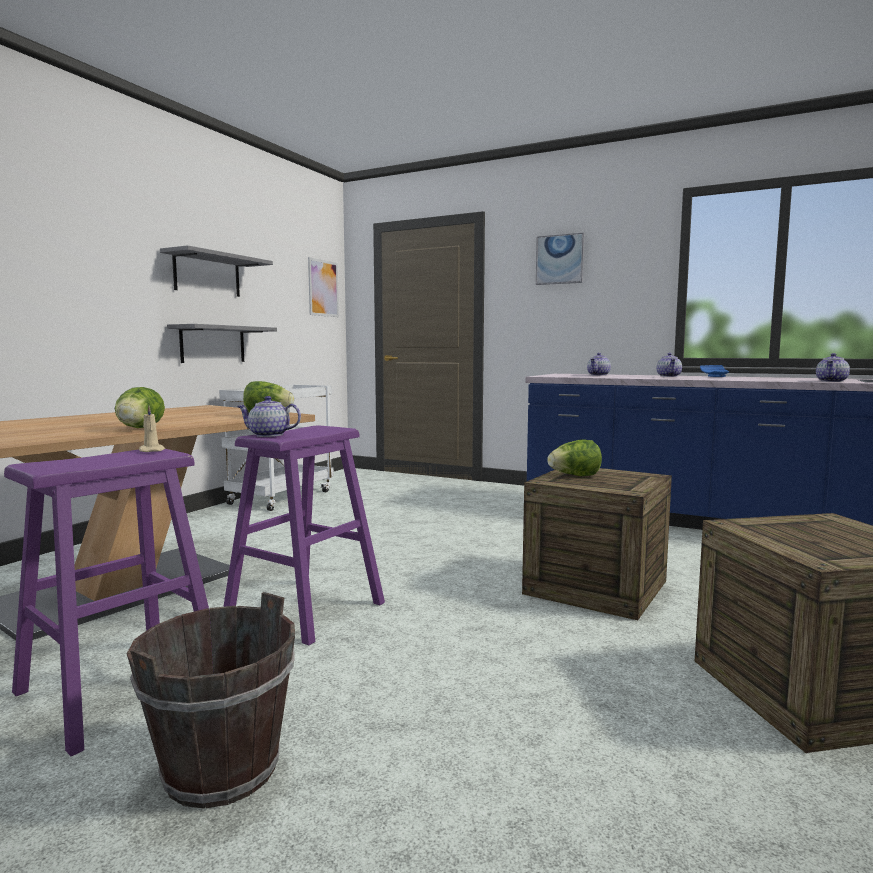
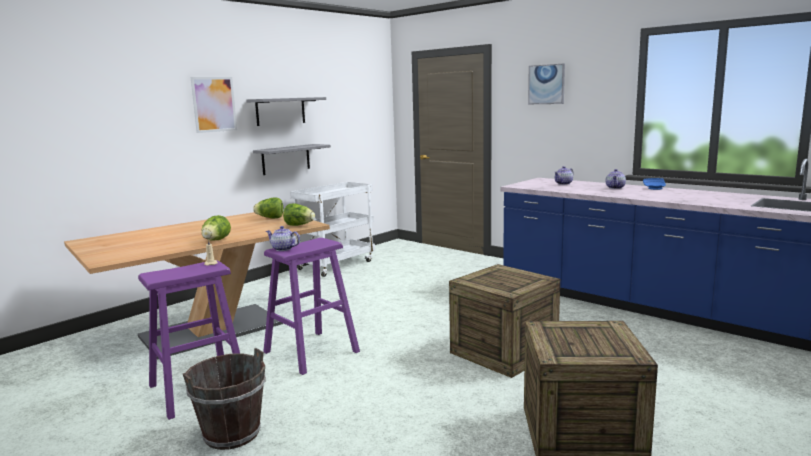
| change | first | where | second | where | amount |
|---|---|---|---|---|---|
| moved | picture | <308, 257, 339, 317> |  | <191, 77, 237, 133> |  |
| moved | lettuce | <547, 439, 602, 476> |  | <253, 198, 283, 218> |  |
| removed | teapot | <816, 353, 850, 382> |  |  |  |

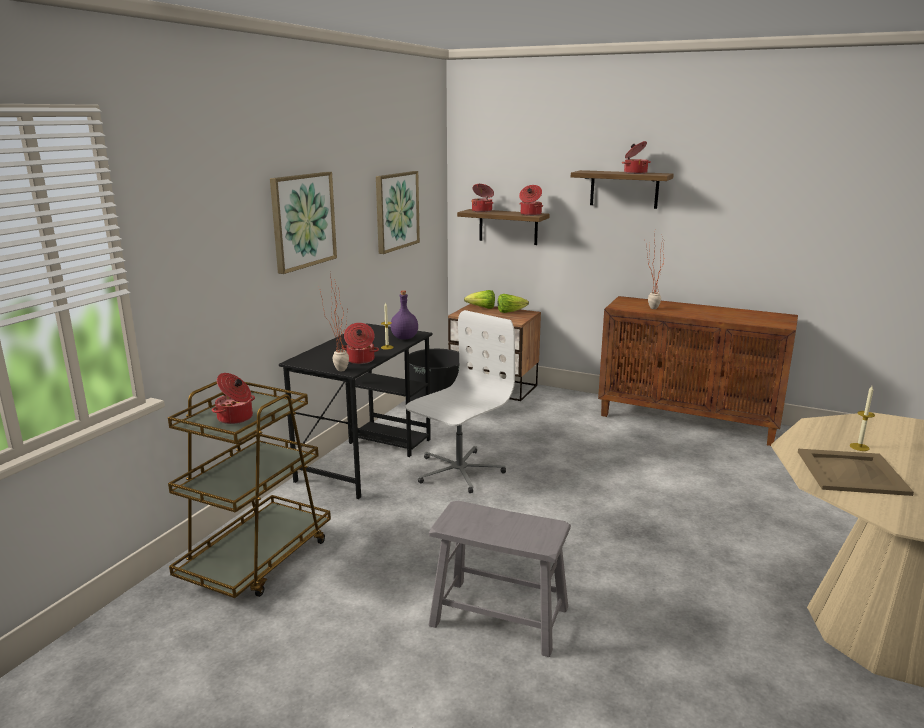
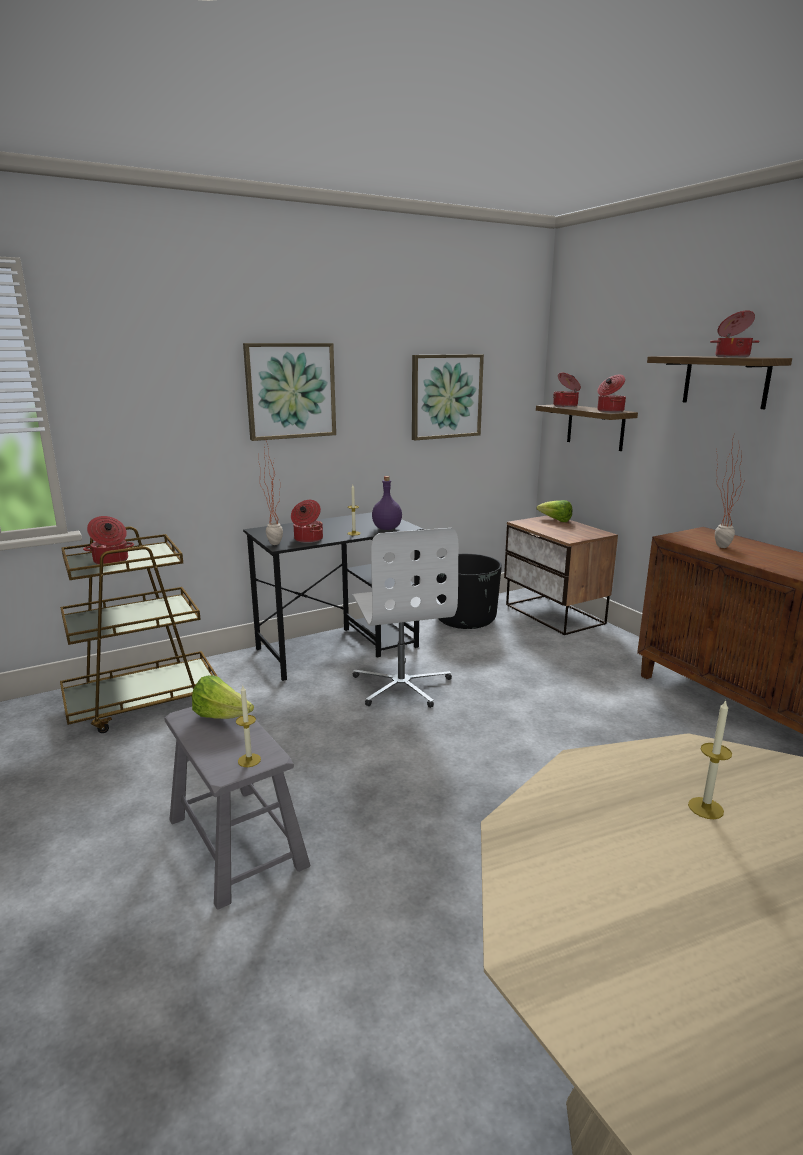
| change | first | where | second | where | amount |
|---|---|---|---|---|---|
| moved | lettuce | <498, 294, 529, 313> |  | <192, 675, 254, 719> |  |
| added |  |  | candle | <236, 686, 261, 767> |  |
| turned | white office chair | <406, 310, 515, 493> |  | <353, 528, 458, 708> | 90 degrees clockwise |
| removed | beige tray | <798, 449, 914, 496> |  |  |  |

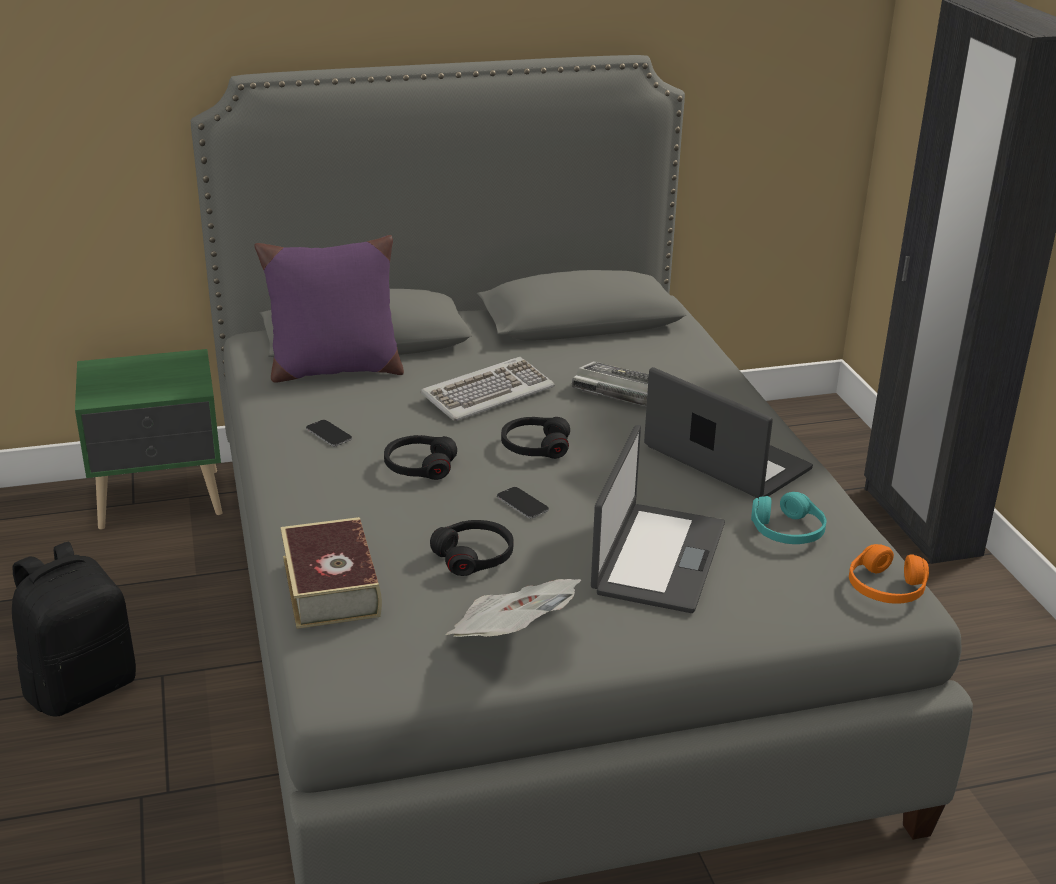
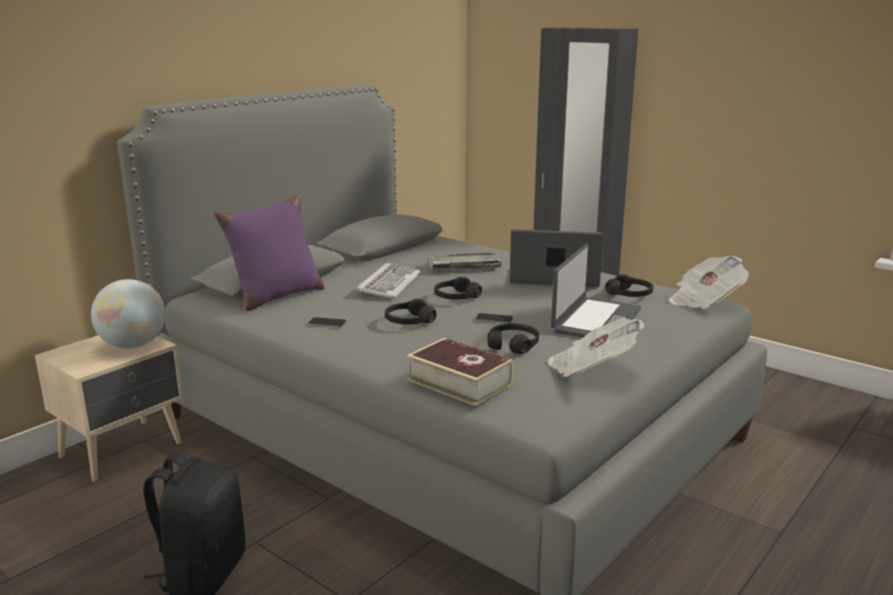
| change | first | where | second | where | amount |
|---|---|---|---|---|---|
| recoloured | green nightstand | <75, 349, 223, 529> | beige nightstand | <35, 335, 183, 482> |  |
| added |  |  | globe | <91, 279, 165, 349> |  |
| turned | laptop | <591, 425, 725, 613> |  | <551, 244, 641, 337> | 45 degrees clockwise |
| recoloured | turquoise headphones | <751, 492, 827, 544> | black headphones | <605, 274, 653, 297> |  |
| replaced | orange headphones | <849, 544, 929, 604> | newspaper | <669, 256, 749, 309> |  |

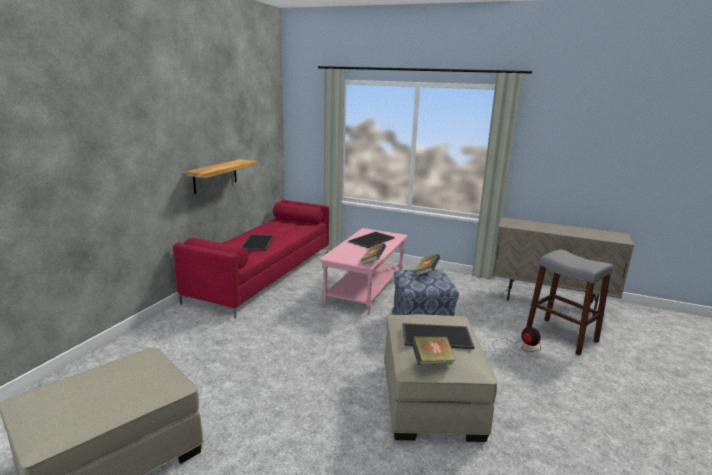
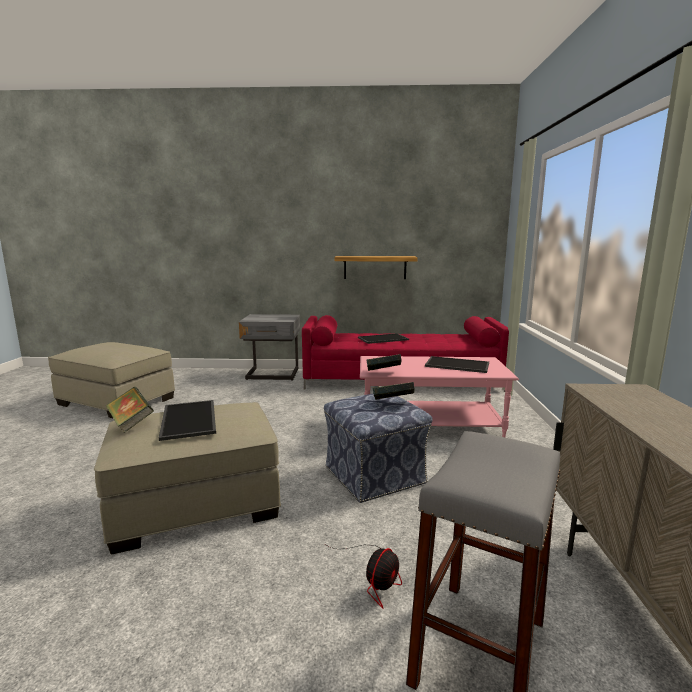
| change | first | where | second | where | amount |
|---|---|---|---|---|---|
| added |  |  | grey nightstand | <239, 314, 300, 381> |  |

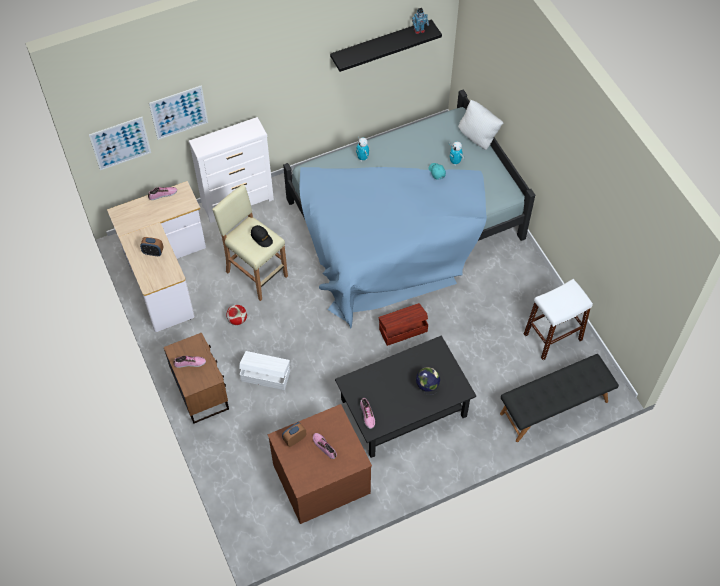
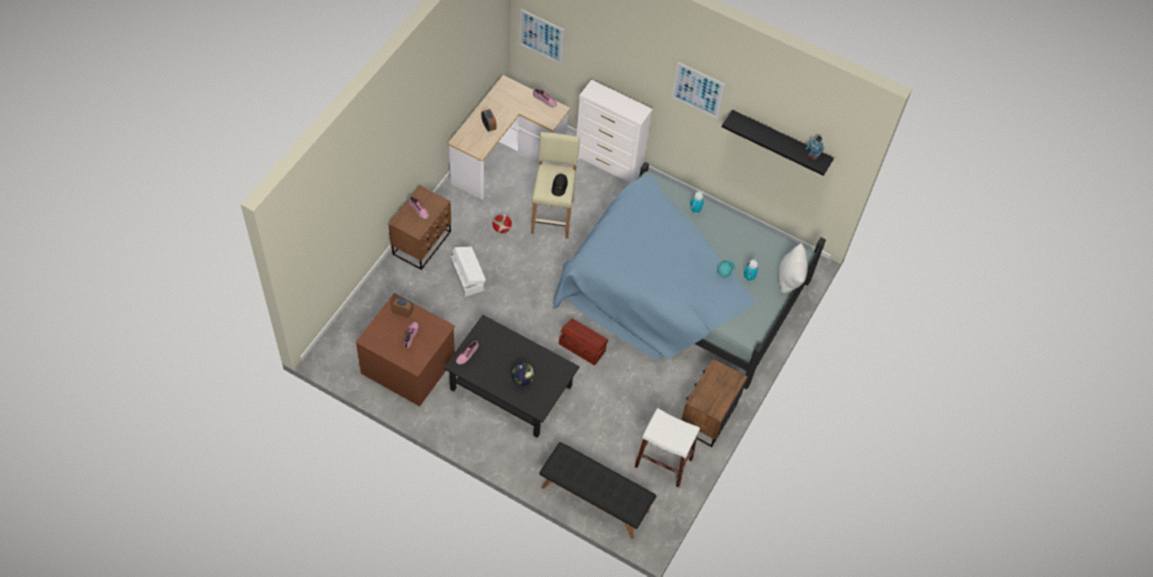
| change | first | where | second | where | amount |
|---|---|---|---|---|---|
| moved | picture | <149, 85, 208, 140> |  | <672, 62, 725, 119> |  |
| added |  |  | brown nightstand | <681, 359, 748, 447> |  |

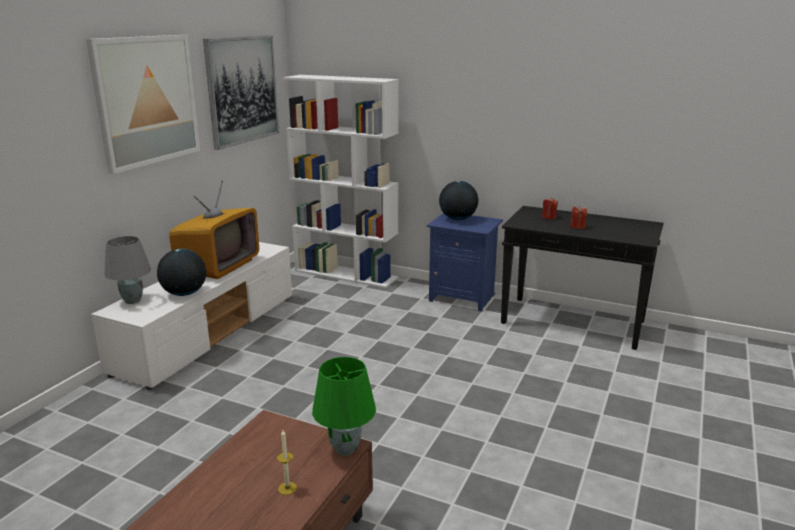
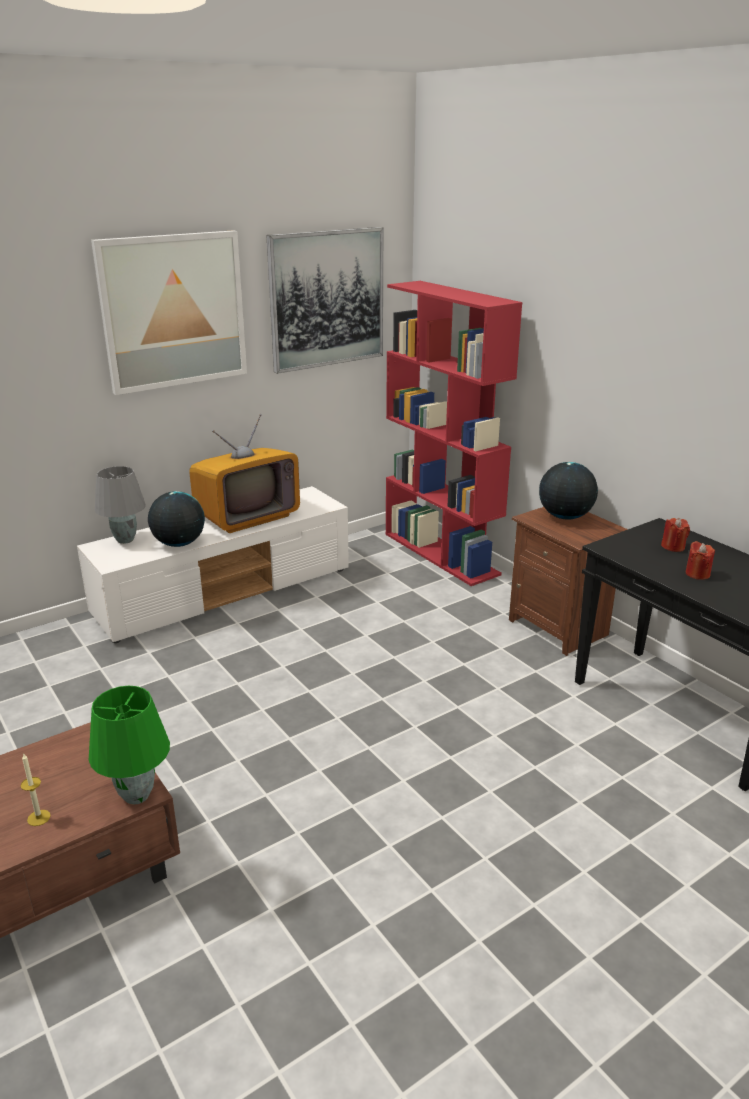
| change | first | where | second | where | amount |
|---|---|---|---|---|---|
| recoloured | white bookcase | <283, 75, 399, 288> | red bookcase | <386, 281, 522, 586> |  |
| recoloured | blue nightstand | <427, 213, 503, 311> | brown nightstand | <509, 507, 628, 656> |  |

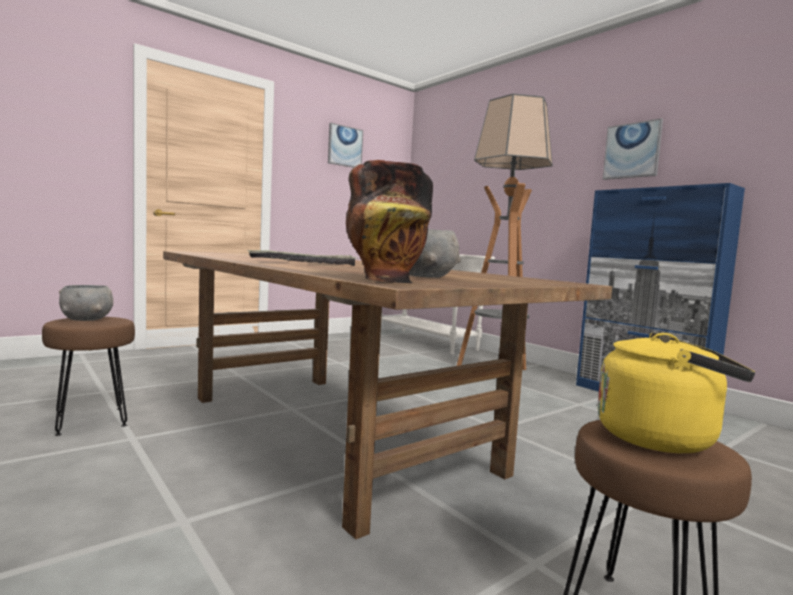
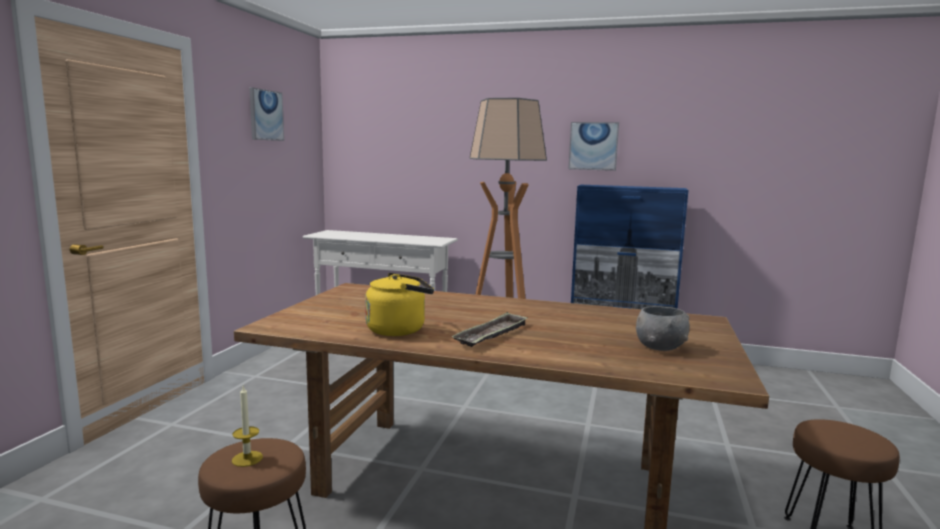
| change | first | where | second | where | amount |
|---|---|---|---|---|---|
| replaced | grey bowl | <59, 285, 113, 321> | candle | <232, 386, 263, 467> |  |
| moved | yellow kettle | <598, 332, 755, 453> |  | <365, 273, 434, 336> |  |
| removed | vase | <346, 160, 433, 283> |  |  |  |

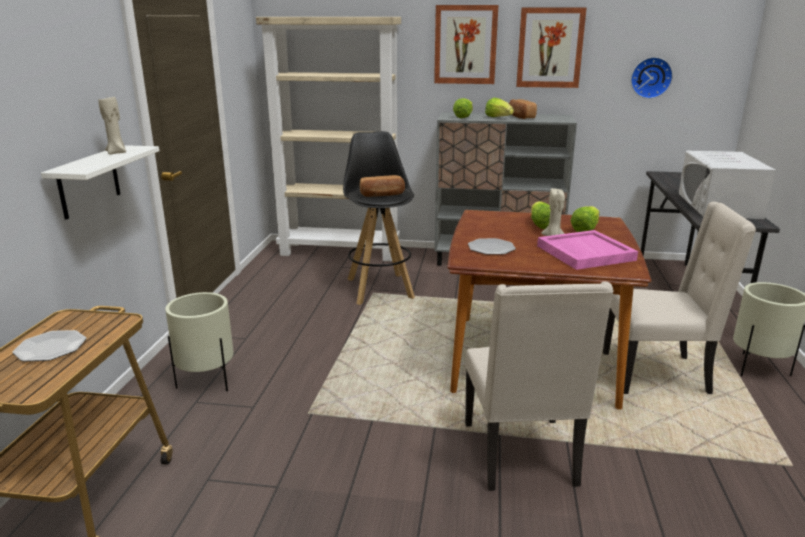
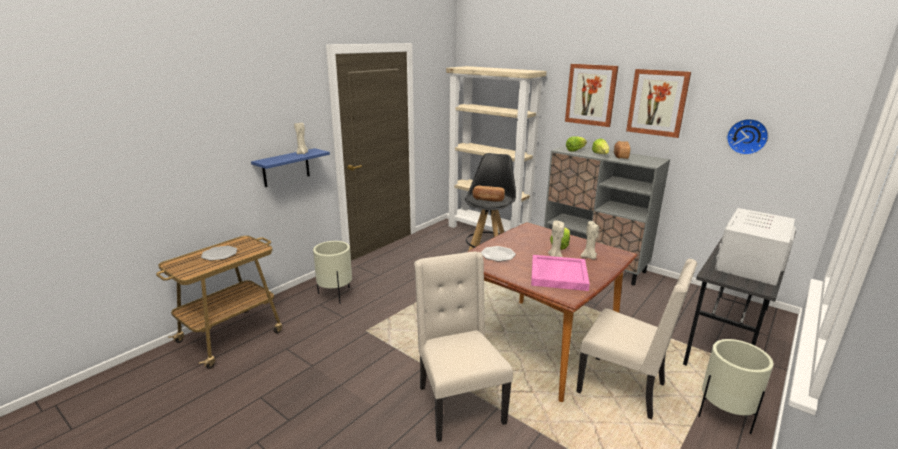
| change | first | where | second | where | amount |
|---|---|---|---|---|---|
| recoloured | white shelf | <41, 145, 159, 220> | blue shelf | <251, 148, 330, 187> |  |
| turned | beige chair | <465, 282, 614, 491> |  | <414, 252, 513, 442> | 135 degrees clockwise |
| replaced | lettuce | <571, 206, 600, 232> | beige candle | <581, 221, 599, 259> |  |

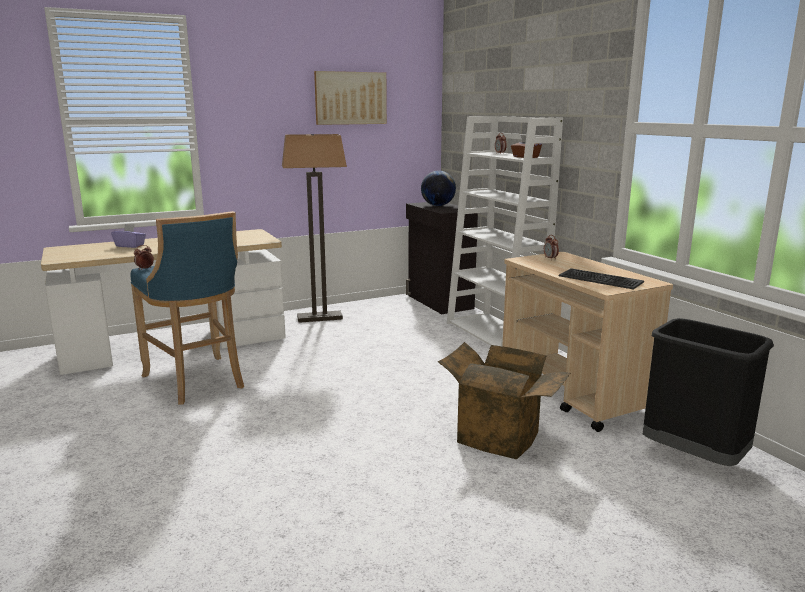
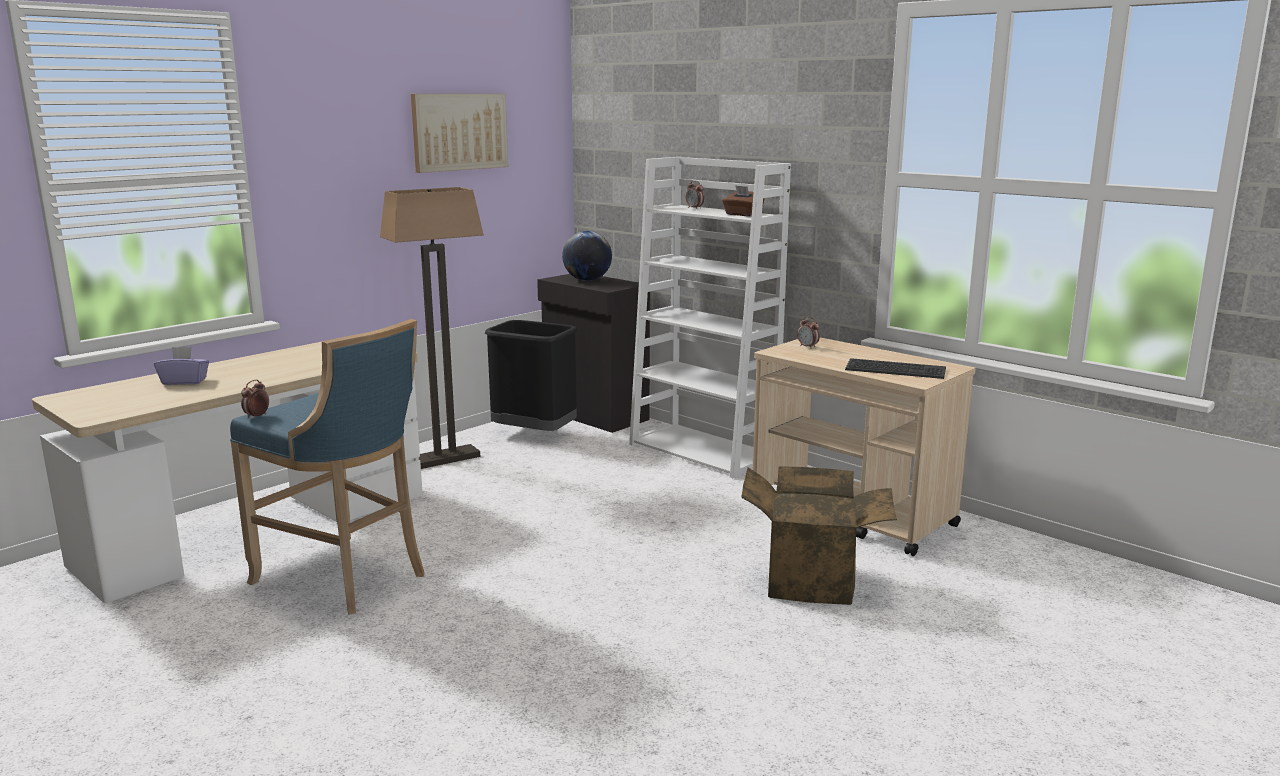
| change | first | where | second | where | amount |
|---|---|---|---|---|---|
| moved | black trash can | <643, 318, 774, 466> |  | <485, 320, 577, 431> |  |

